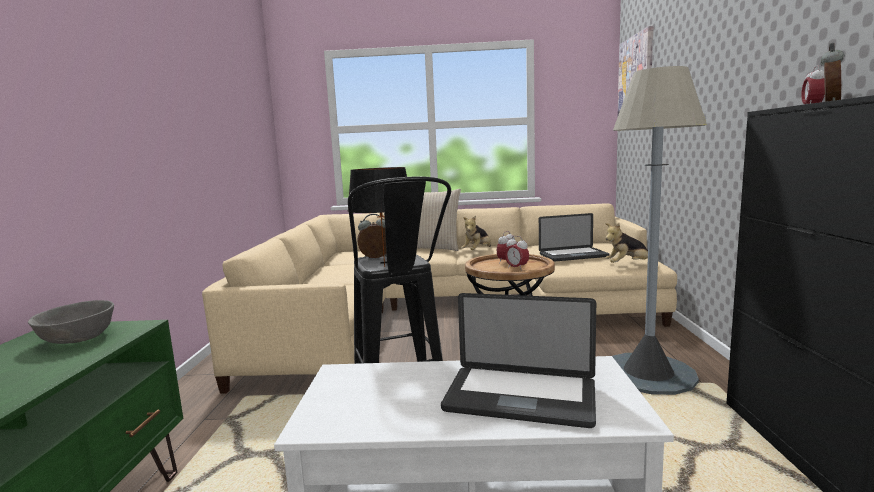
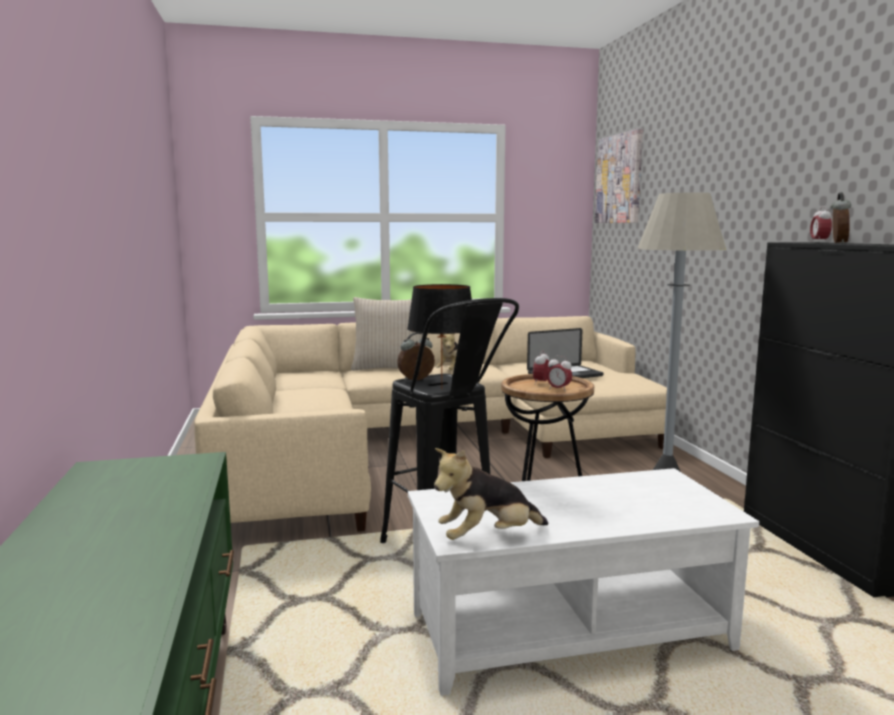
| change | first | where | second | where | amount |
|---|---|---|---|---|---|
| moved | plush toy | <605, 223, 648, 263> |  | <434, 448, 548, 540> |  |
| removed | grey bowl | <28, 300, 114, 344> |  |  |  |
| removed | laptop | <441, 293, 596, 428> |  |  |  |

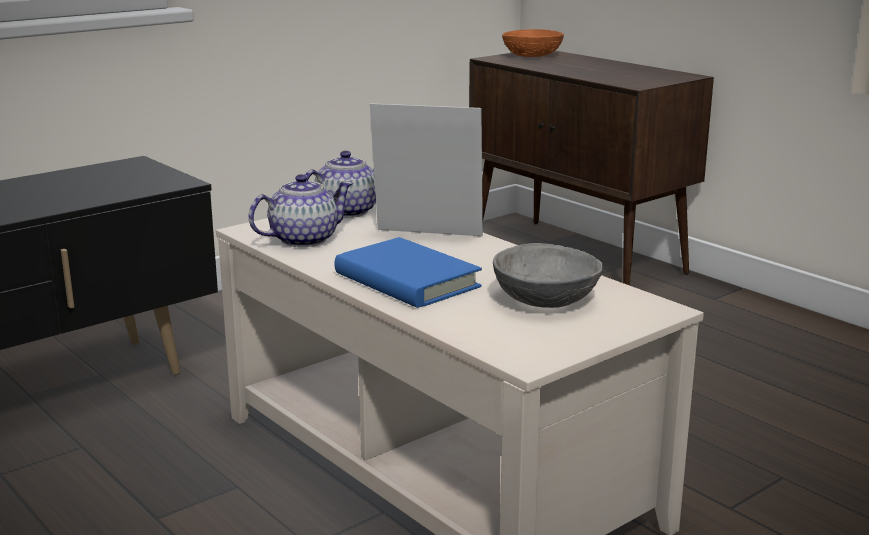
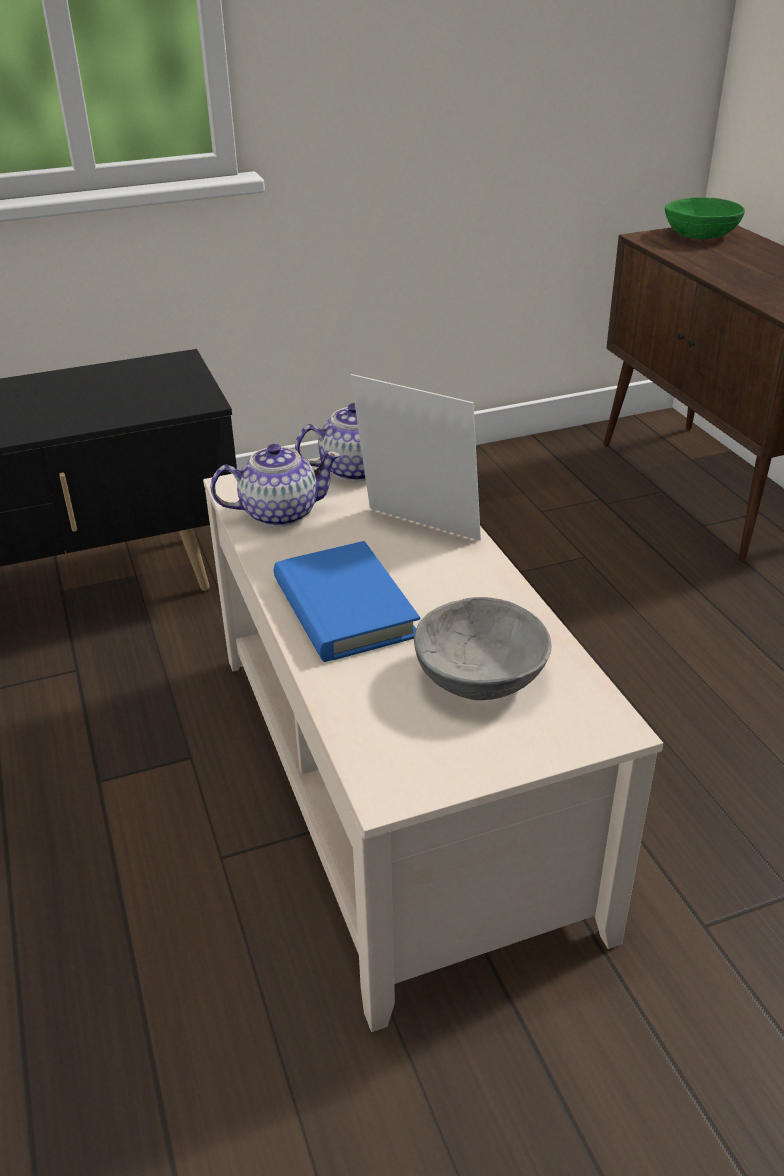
| change | first | where | second | where | amount |
|---|---|---|---|---|---|
| recoloured | orange bowl | <502, 29, 564, 57> | green bowl | <665, 197, 745, 239> |  |

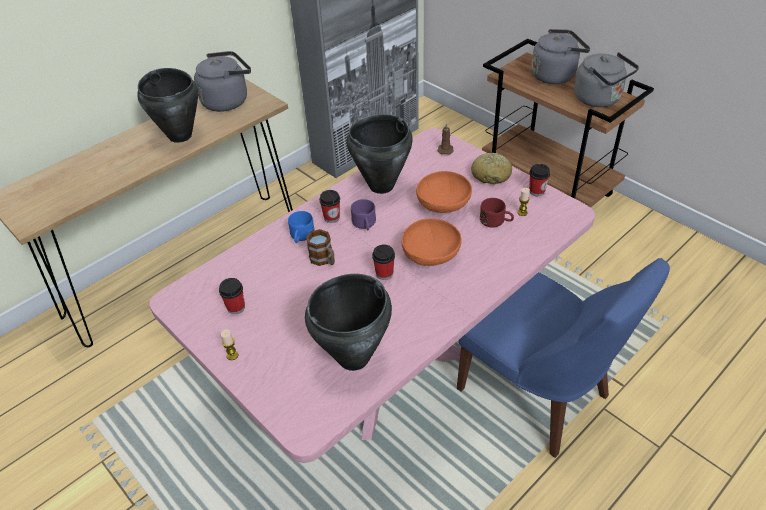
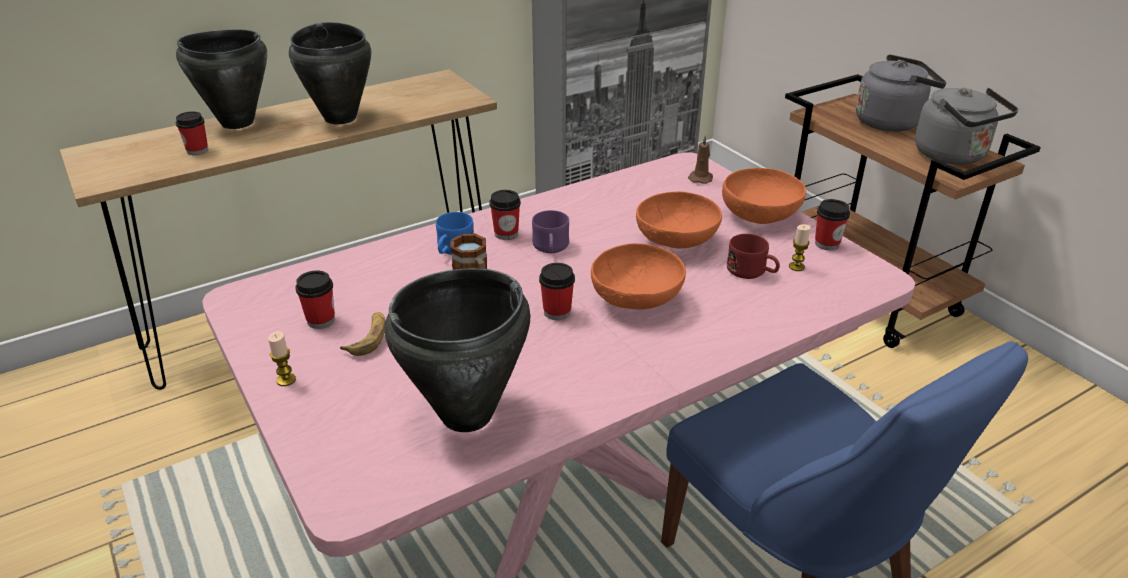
| change | first | where | second | where | amount |
|---|---|---|---|---|---|
| moved | black cooking pot | <347, 115, 413, 194> |  | <176, 30, 267, 129> |  |
| added |  |  | cup | <176, 111, 208, 155> |  |
| added |  |  | banana | <340, 312, 385, 356> |  |
| replaced | bread | <471, 153, 512, 185> | orange bowl | <722, 168, 806, 224> |  |
| removed | grey kettle | <194, 51, 251, 112> |  |  |  |

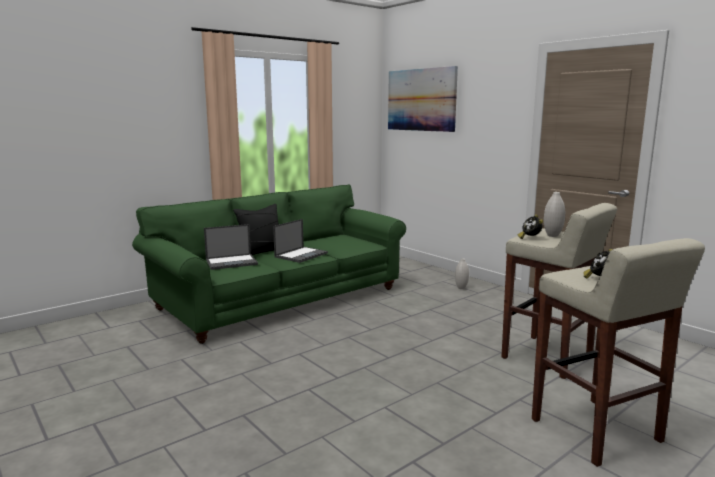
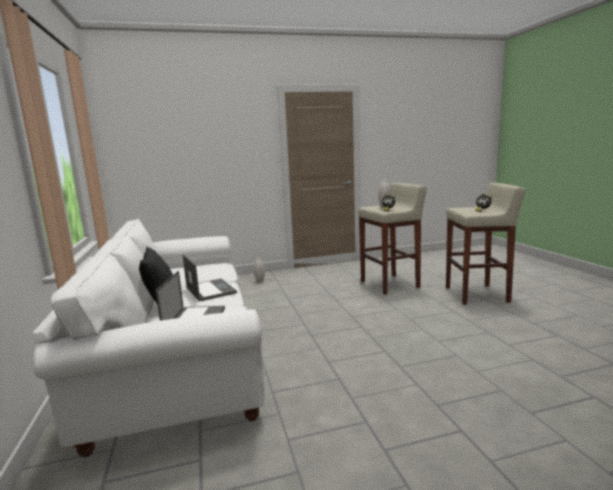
| change | first | where | second | where | amount |
|---|---|---|---|---|---|
| recoloured | green sofa | <132, 184, 406, 344> | white sofa | <33, 218, 265, 457> |  |
| removed | picture | <388, 66, 458, 132> |  |  |  |

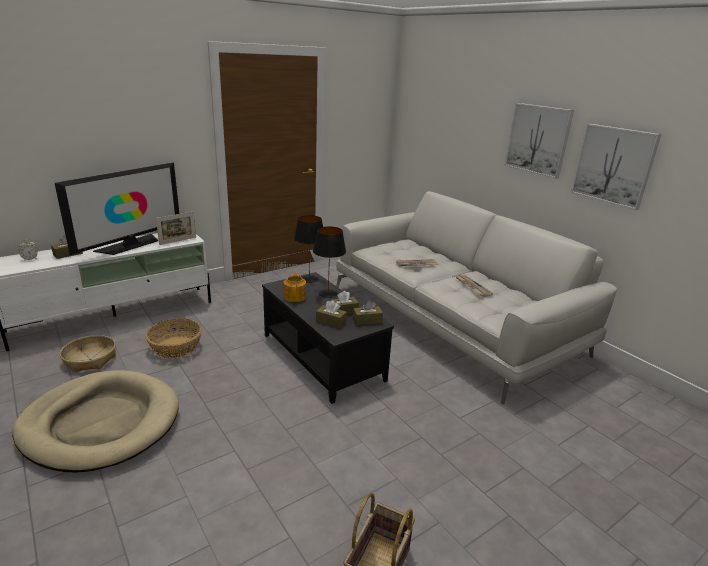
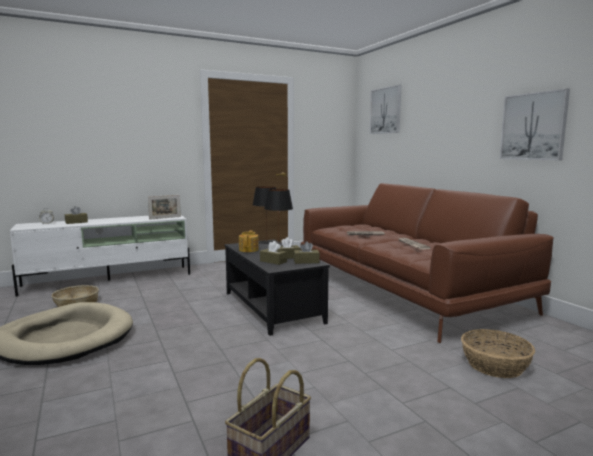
| change | first | where | second | where | amount |
|---|---|---|---|---|---|
| recoloured | white sofa | <336, 191, 617, 404> | brown sofa | <301, 183, 554, 343> |  |
| moved | picture | <504, 103, 574, 179> |  | <370, 85, 401, 134> |  |
| moved | basket | <145, 318, 202, 359> |  | <461, 329, 535, 378> |  |
| removed | television | <55, 162, 179, 255> |  |  |  |

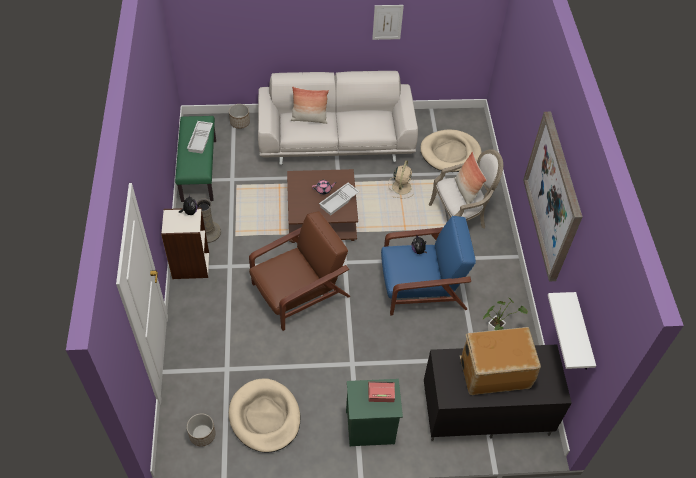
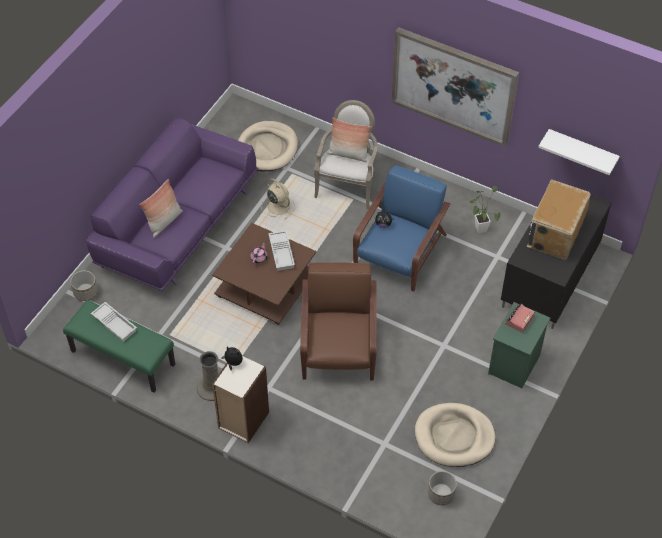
| change | first | where | second | where | amount |
|---|---|---|---|---|---|
| recoloured | white sofa | <258, 71, 418, 165> | purple sofa | <87, 118, 258, 291> |  |
| removed | picture | <372, 5, 404, 40> |  |  |  |

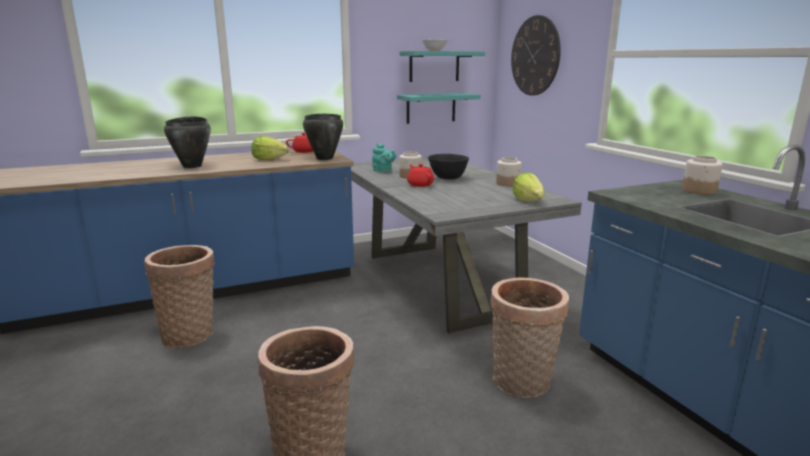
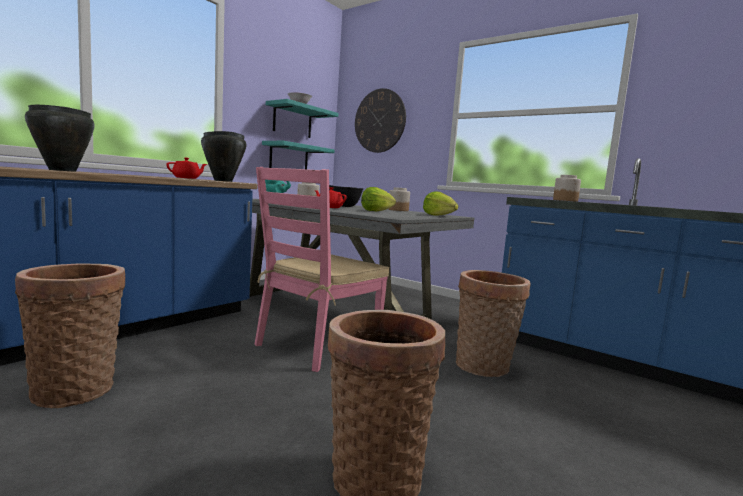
| change | first | where | second | where | amount |
|---|---|---|---|---|---|
| added |  |  | pink chair | <255, 167, 389, 372> |  |
| moved | lettuce | <252, 136, 289, 160> |  | <361, 187, 396, 211> |  |

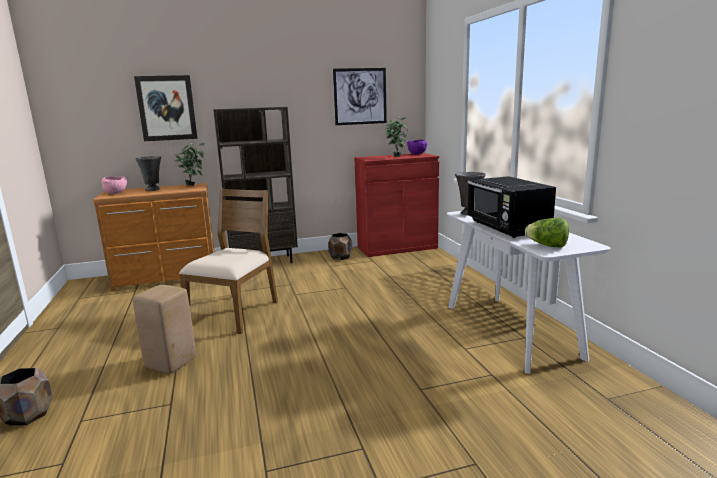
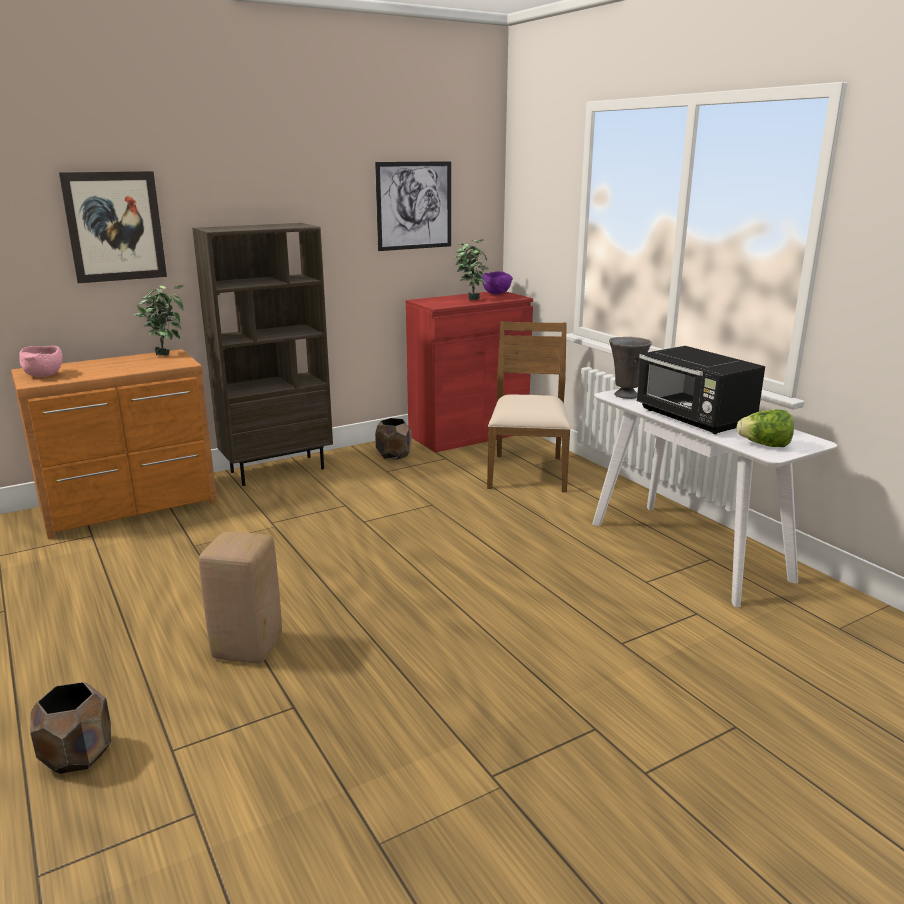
| change | first | where | second | where | amount |
|---|---|---|---|---|---|
| moved | brown chair | <179, 188, 278, 334> |  | <487, 321, 571, 492> |  |
| removed | grey vase | <135, 156, 161, 191> |  |  |  |

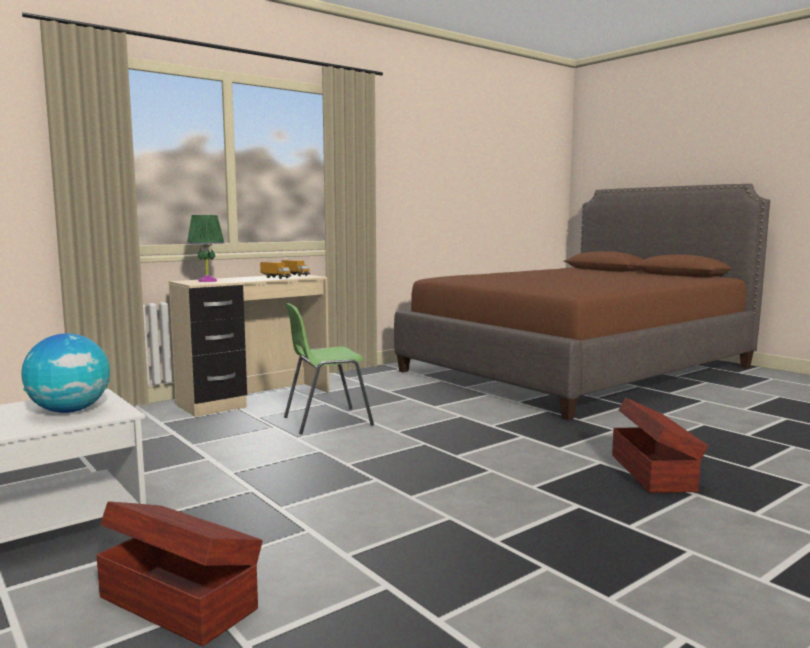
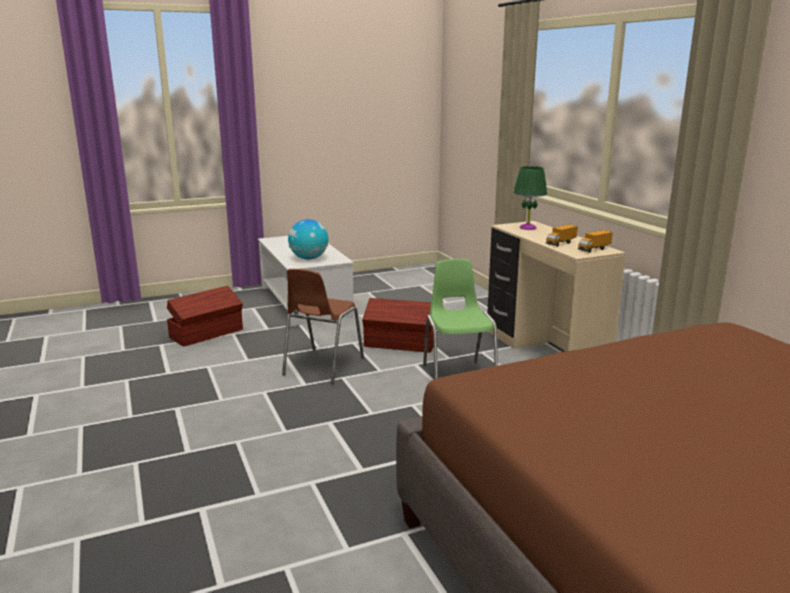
| change | first | where | second | where | amount |
|---|---|---|---|---|---|
| added |  |  | brown chair | <282, 269, 364, 384> |  |
| moved | brown storage box | <612, 398, 708, 493> |  | <362, 298, 434, 353> |  |

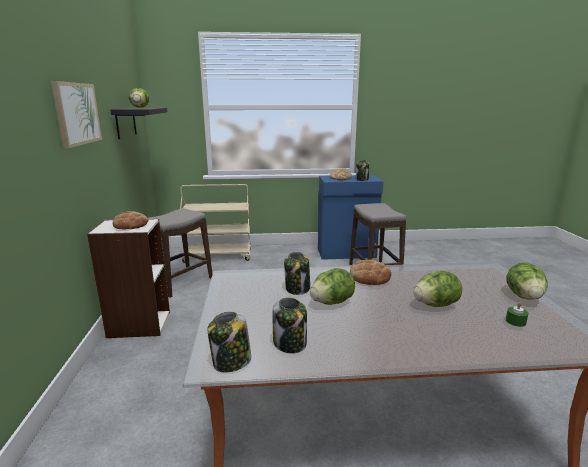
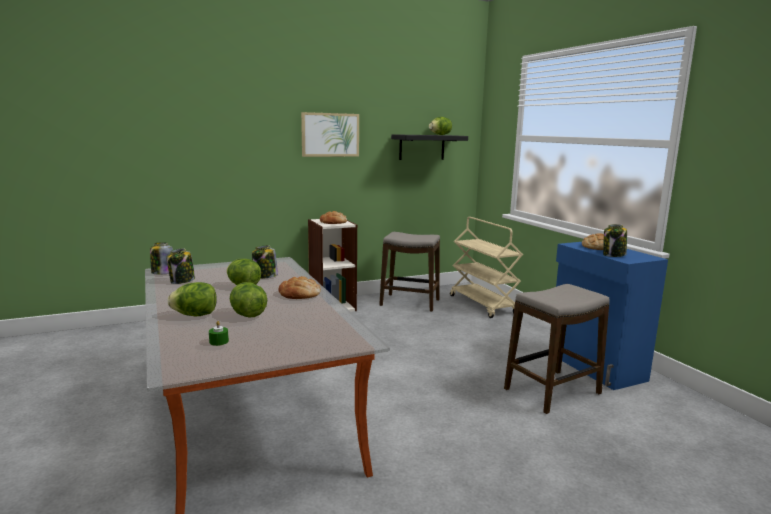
| change | first | where | second | where | amount |
|---|---|---|---|---|---|
| moved | lettuce | <506, 262, 547, 300> |  | <168, 282, 217, 317> |  |

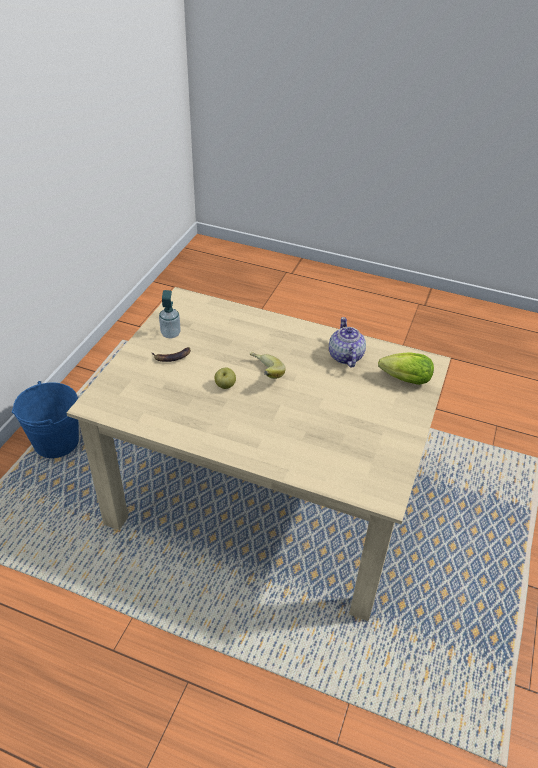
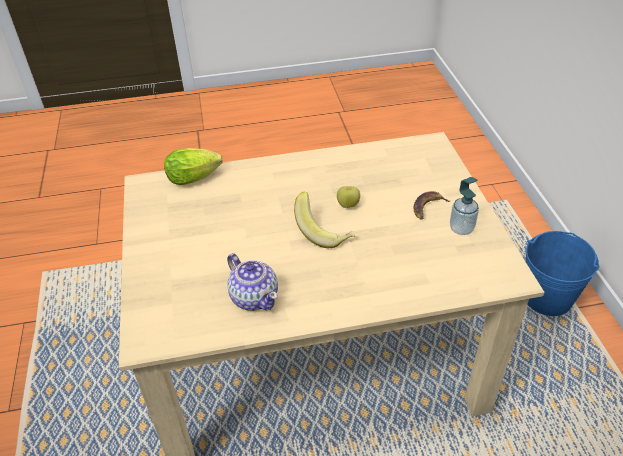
| change | first | where | second | where | amount |
|---|---|---|---|---|---|
| moved | lettuce | <378, 352, 434, 385> |  | <164, 148, 223, 185> |  |

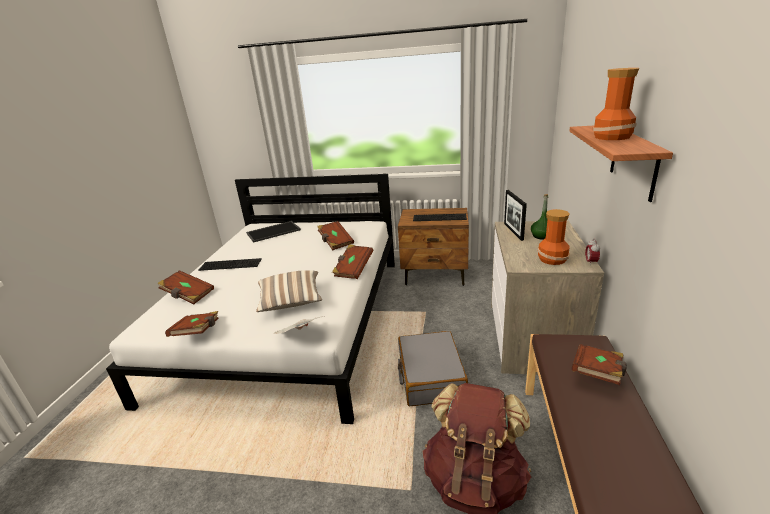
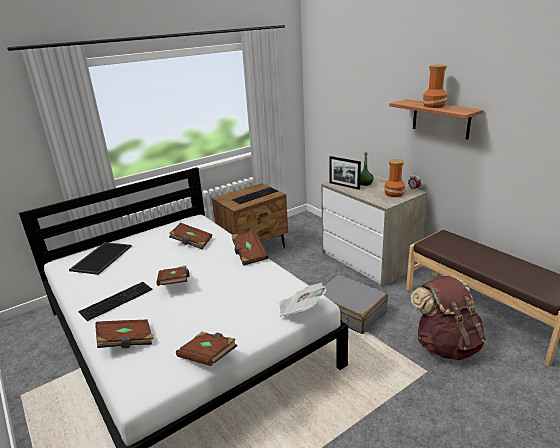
| change | first | where | second | where | amount |
|---|---|---|---|---|---|
| moved | brown book | <572, 344, 627, 385> |  | <156, 265, 190, 286> |  |
| removed | pillow | <256, 270, 322, 312> |  |  |  |

